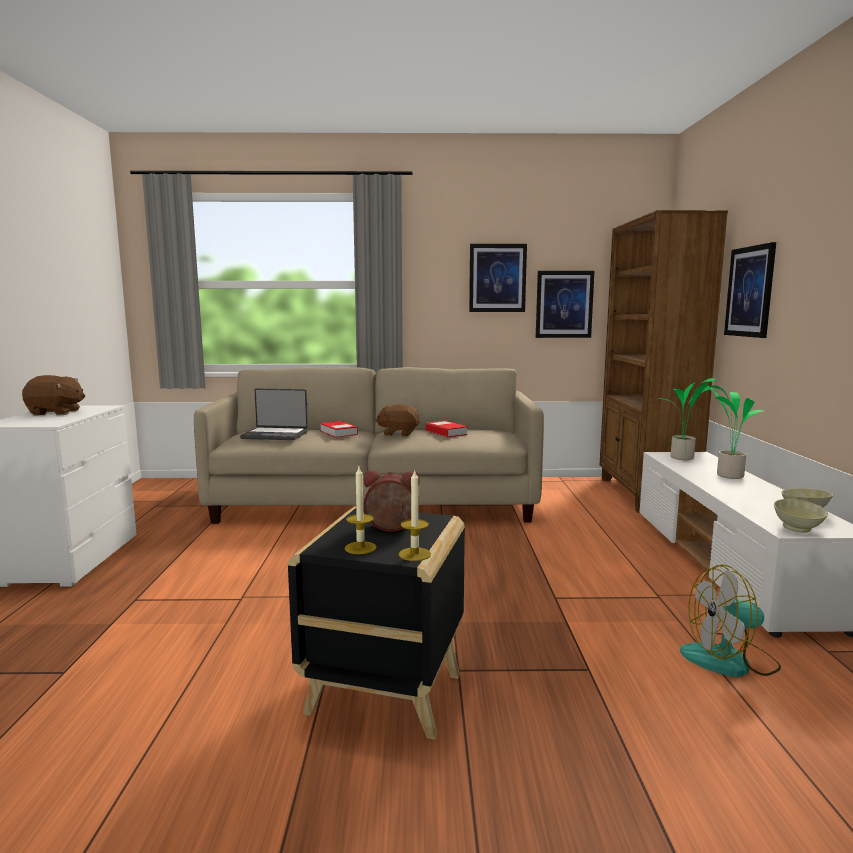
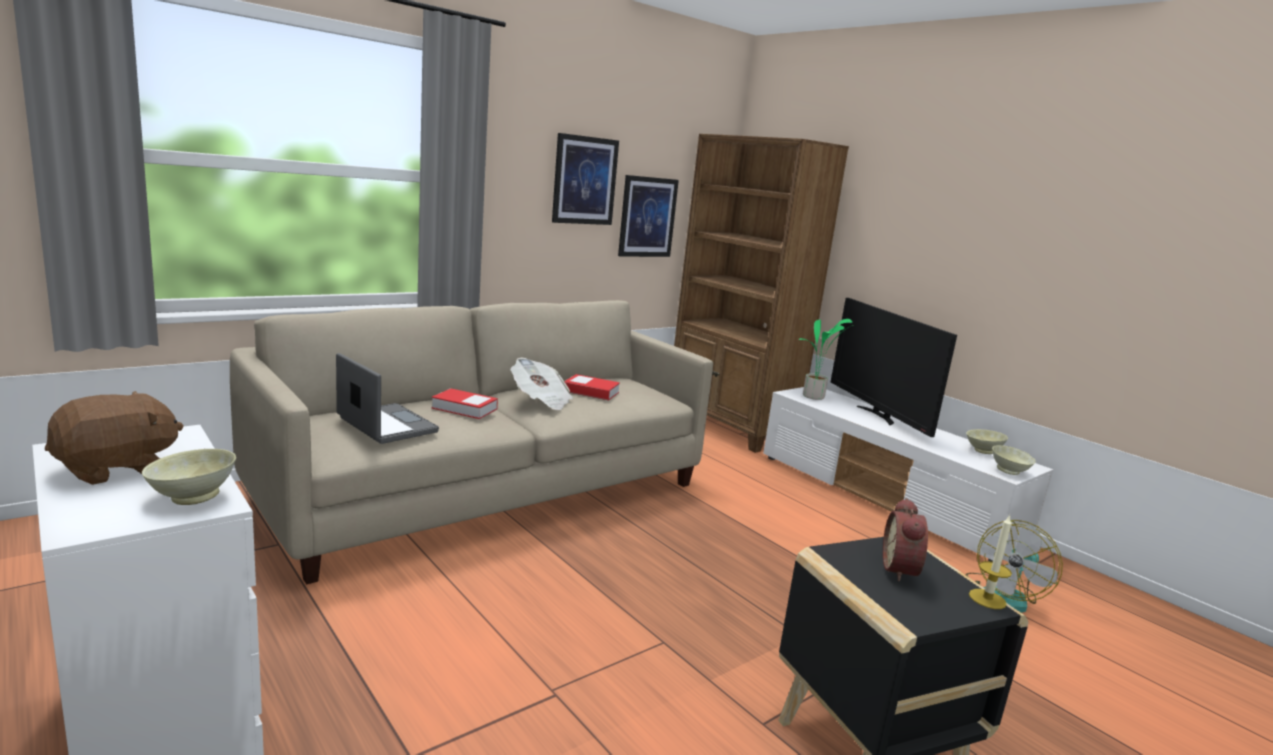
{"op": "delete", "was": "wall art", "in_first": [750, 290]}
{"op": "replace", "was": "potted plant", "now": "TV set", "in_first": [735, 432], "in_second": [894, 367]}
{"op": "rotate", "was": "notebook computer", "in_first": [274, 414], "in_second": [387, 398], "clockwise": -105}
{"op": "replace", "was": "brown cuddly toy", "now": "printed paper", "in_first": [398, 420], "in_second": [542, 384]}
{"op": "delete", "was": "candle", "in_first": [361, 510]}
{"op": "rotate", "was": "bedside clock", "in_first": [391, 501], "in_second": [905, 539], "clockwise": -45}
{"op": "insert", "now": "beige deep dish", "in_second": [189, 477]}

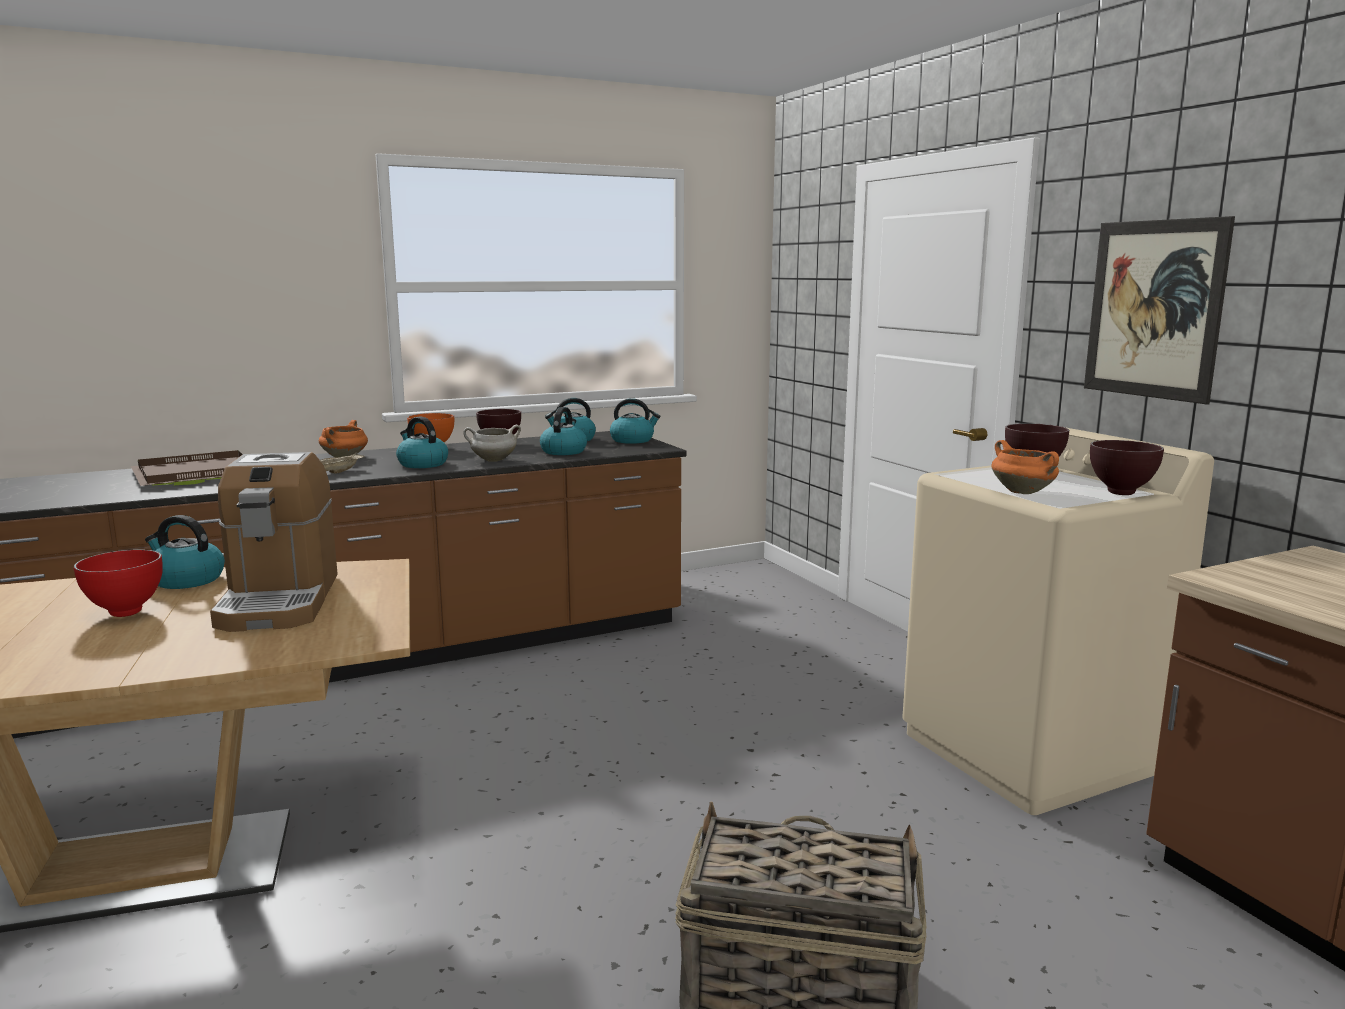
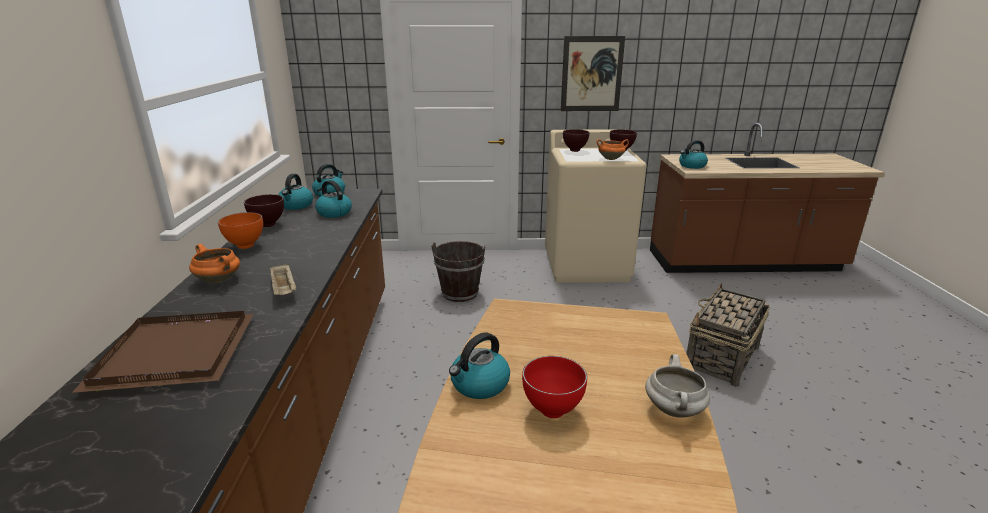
{"op": "move", "was": "water kettle", "in_first": [422, 442], "in_second": [693, 154]}
{"op": "move", "was": "white-coloured saucepot", "in_first": [492, 443], "in_second": [677, 386]}
{"op": "delete", "was": "coffee brewer", "in_first": [274, 542]}
{"op": "insert", "now": "brown water bucket", "in_second": [458, 271]}

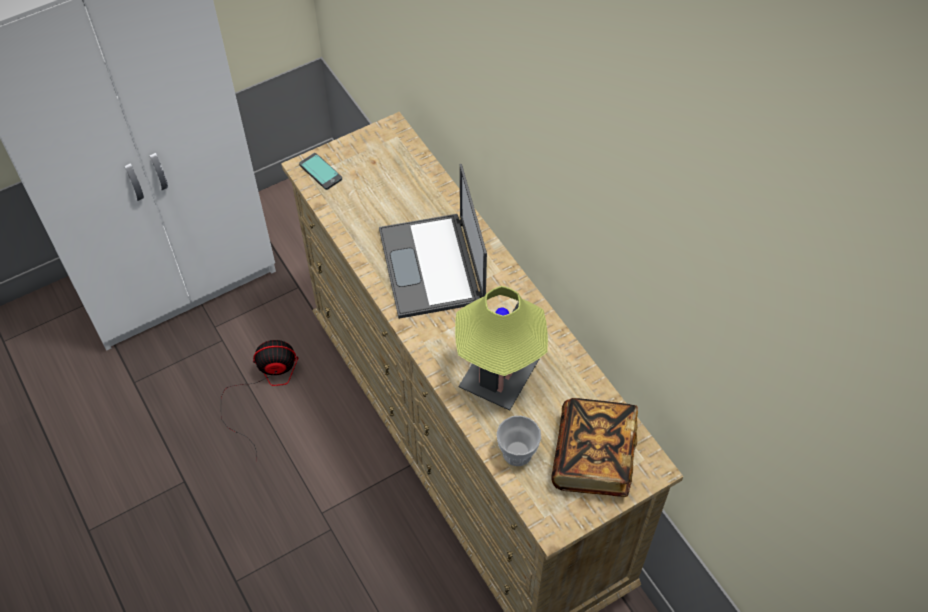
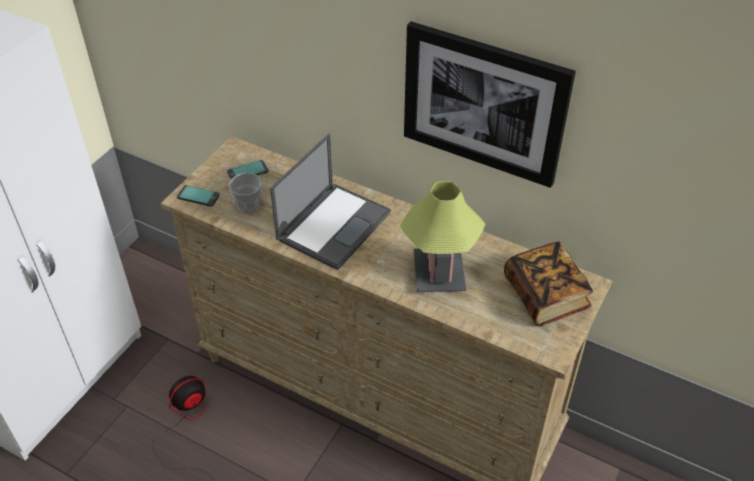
{"op": "rotate", "was": "notebook computer", "in_first": [433, 241], "in_second": [330, 202], "clockwise": -105}
{"op": "move", "was": "cup", "in_first": [519, 441], "in_second": [245, 193]}
{"op": "insert", "now": "wall art", "in_second": [490, 104]}
{"op": "insert", "now": "handset", "in_second": [248, 169]}

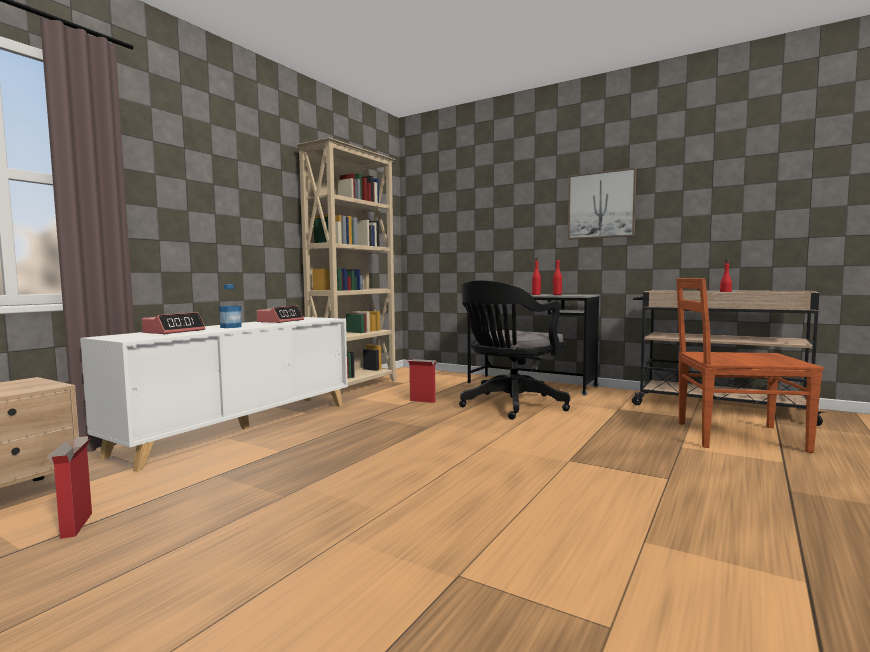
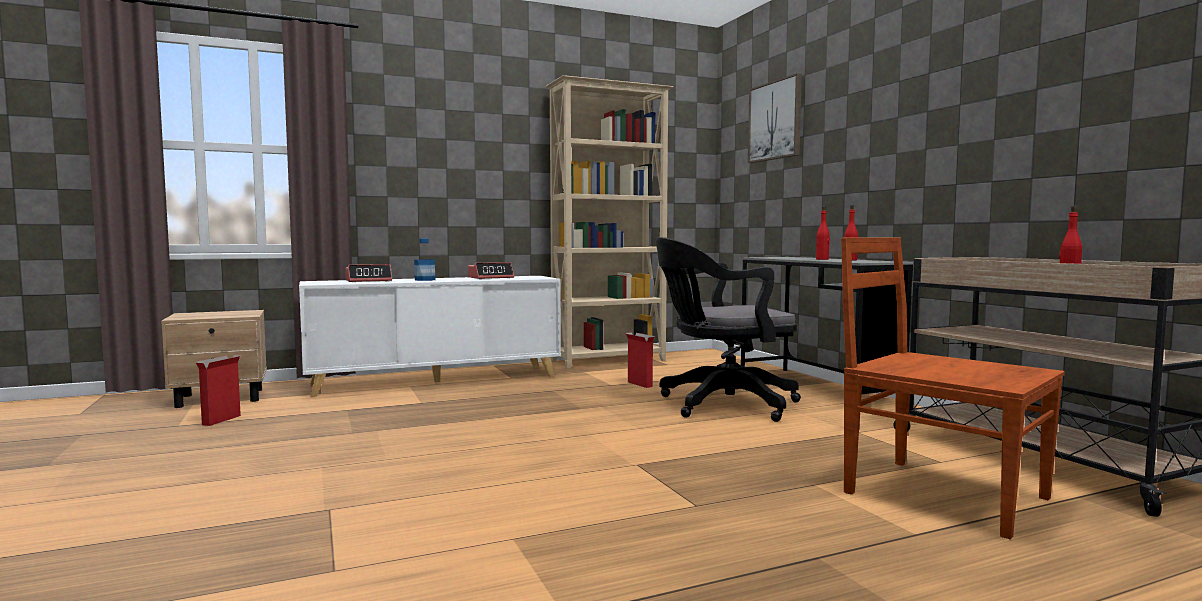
{"op": "move", "was": "wall art", "in_first": [602, 204], "in_second": [775, 118]}

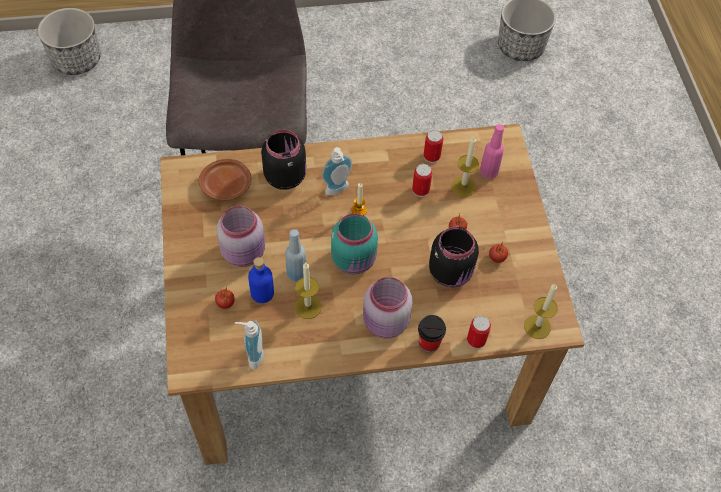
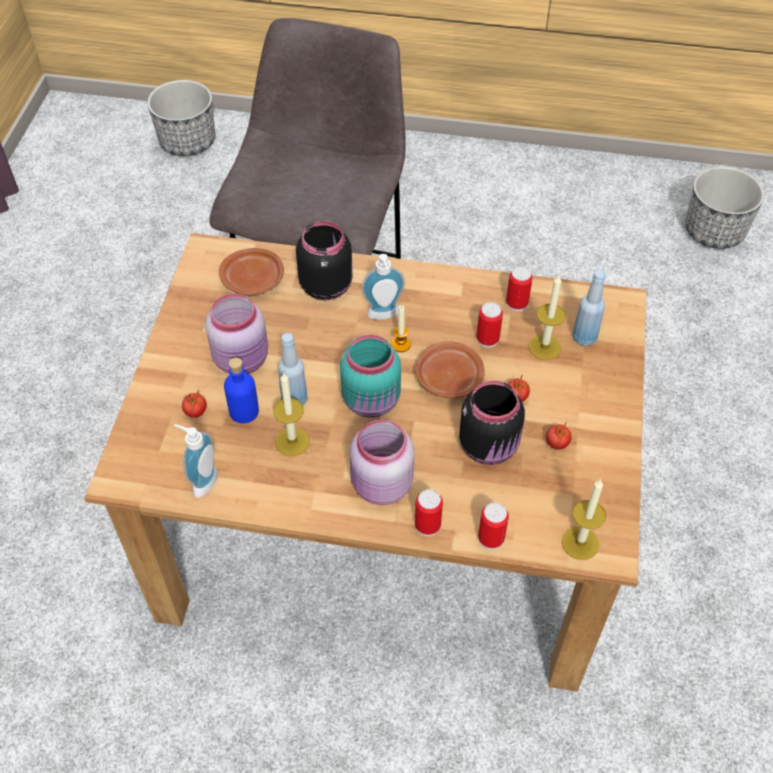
{"op": "recolor", "was": "pink bottle", "now": "blue bottle", "in_first": [492, 151], "in_second": [589, 308]}
{"op": "replace", "was": "cup", "now": "can", "in_first": [432, 334], "in_second": [429, 512]}
{"op": "insert", "now": "brown plate", "in_second": [450, 369]}

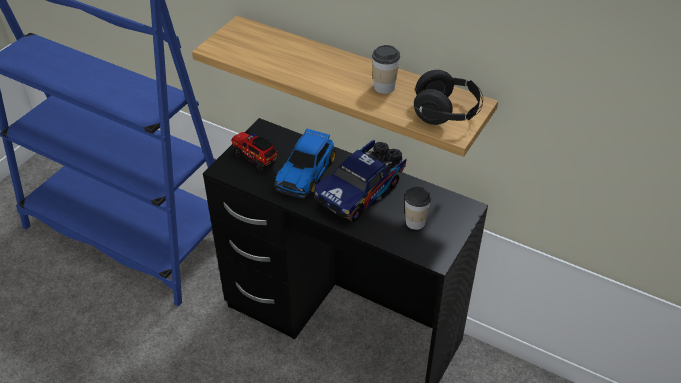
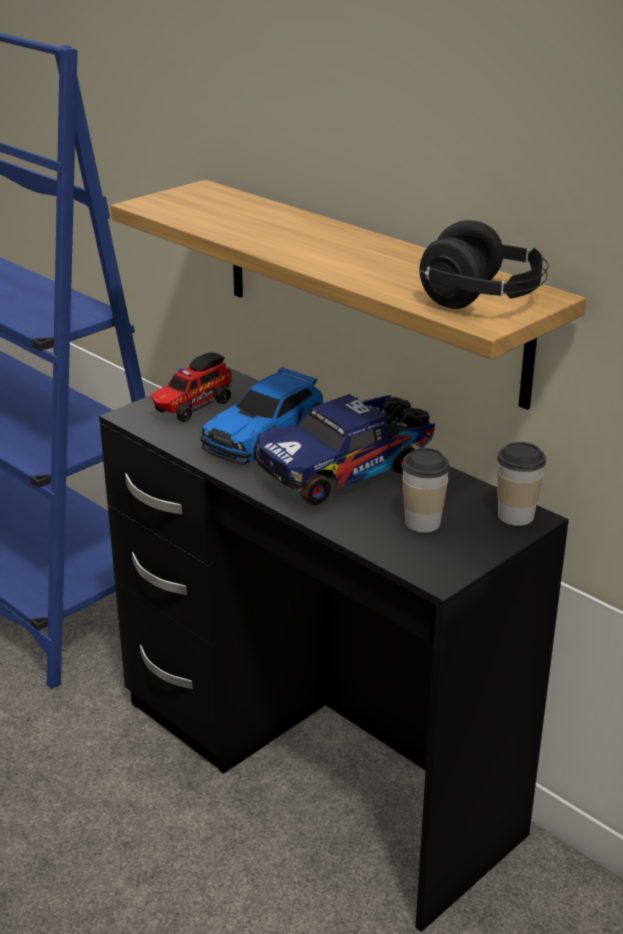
{"op": "move", "was": "cup", "in_first": [386, 69], "in_second": [521, 484]}
{"op": "rotate", "was": "toy truck", "in_first": [254, 151], "in_second": [191, 387], "clockwise": -105}

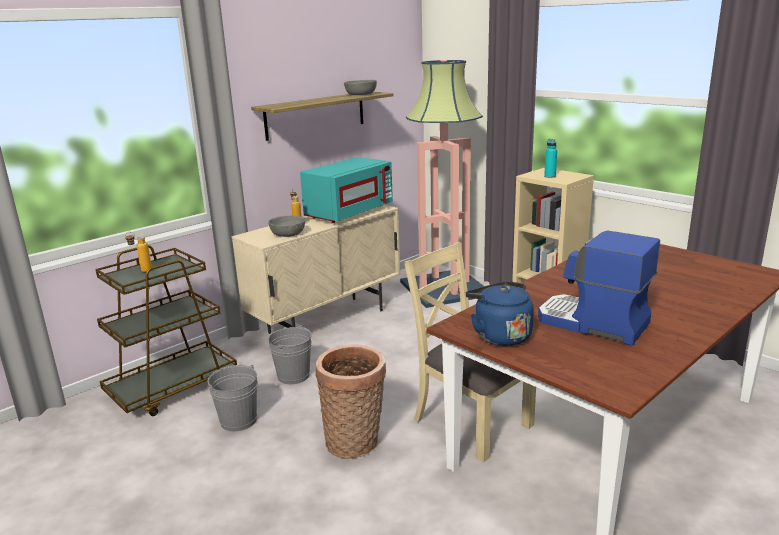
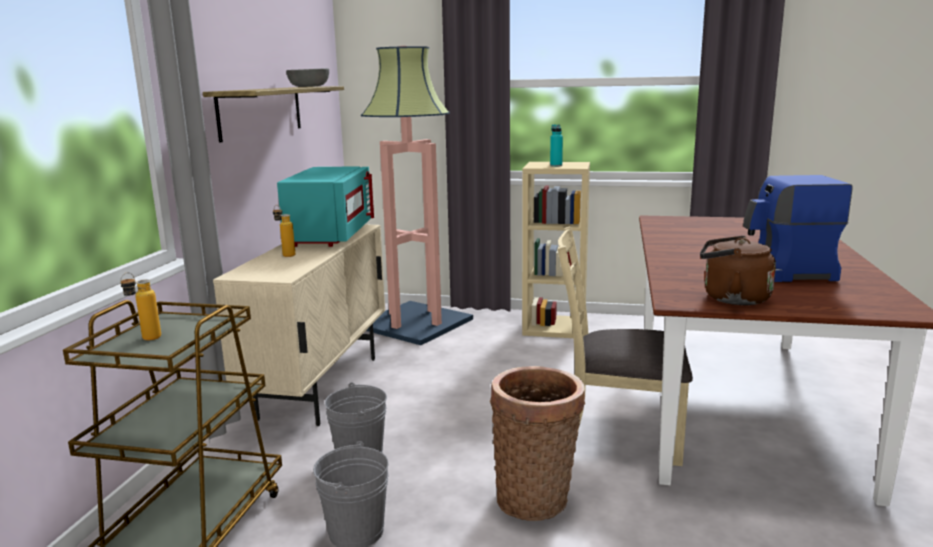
{"op": "delete", "was": "grey deep dish", "in_first": [286, 226]}
{"op": "recolor", "was": "blue water kettle", "now": "brown water kettle", "in_first": [500, 313], "in_second": [738, 270]}

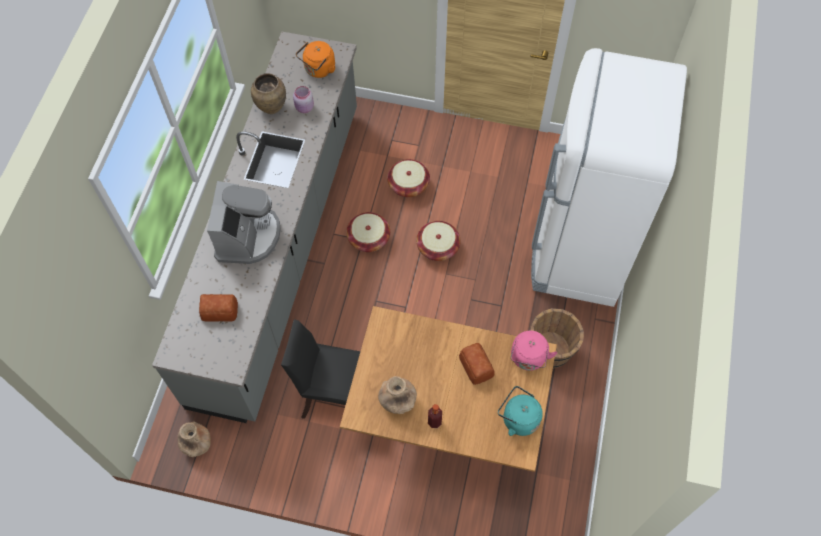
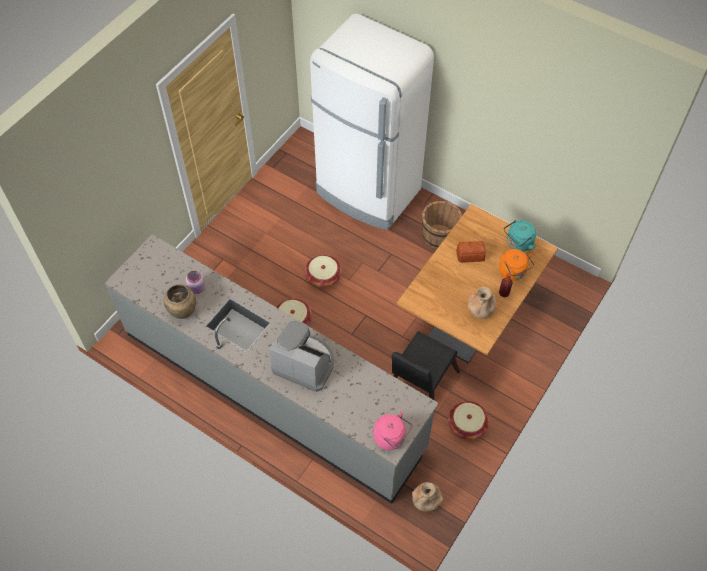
{"op": "move", "was": "orange-coloured water kettle", "in_first": [316, 59], "in_second": [516, 265]}
{"op": "move", "was": "household basket", "in_first": [408, 178], "in_second": [468, 420]}
{"op": "delete", "was": "baked bread", "in_first": [218, 308]}
{"op": "move", "was": "pink water kettle", "in_first": [534, 350], "in_second": [392, 430]}

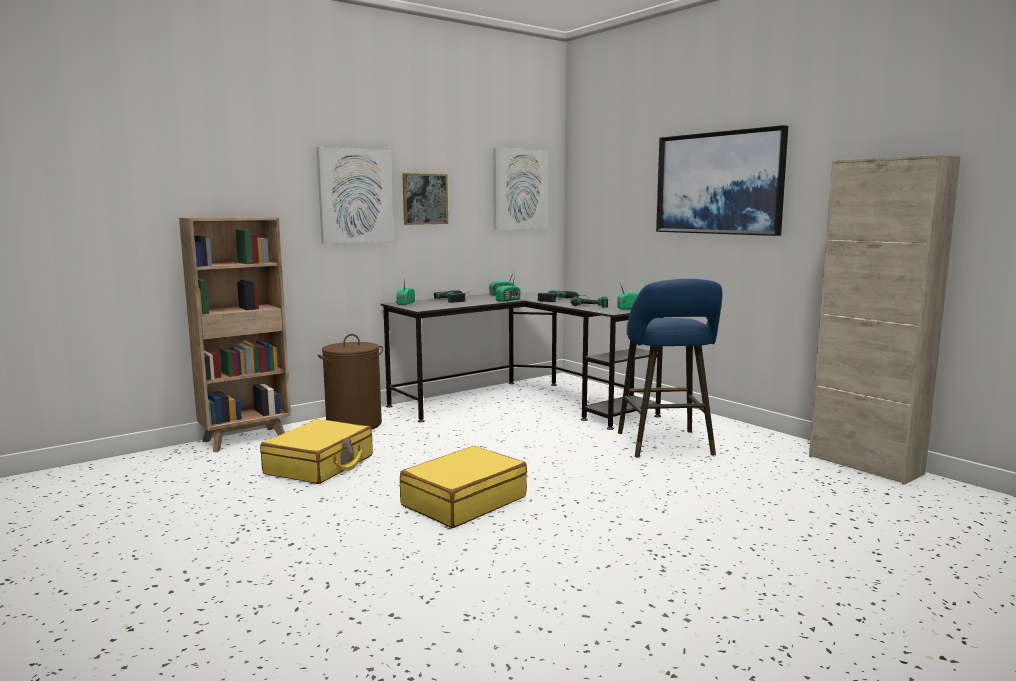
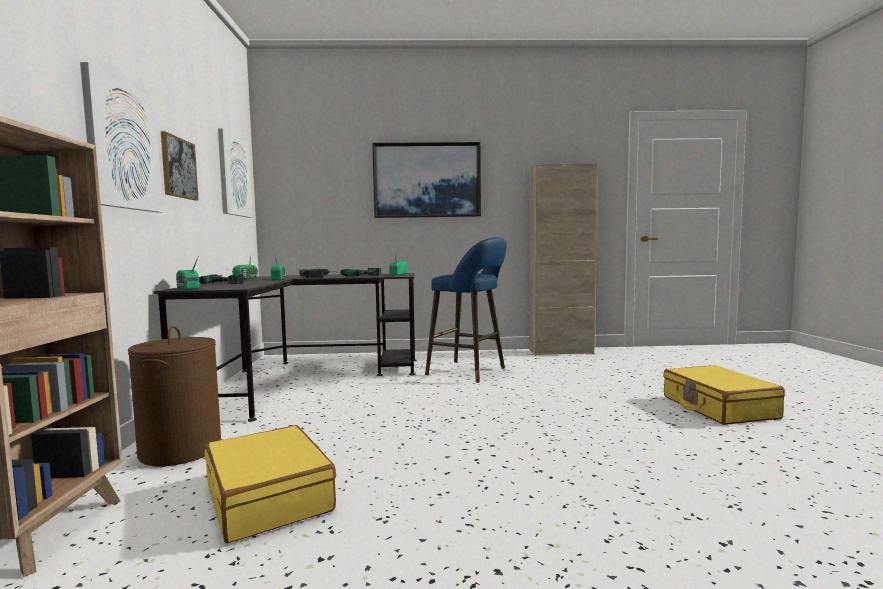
{"op": "move", "was": "yellowish suitcase", "in_first": [463, 487], "in_second": [724, 395]}

